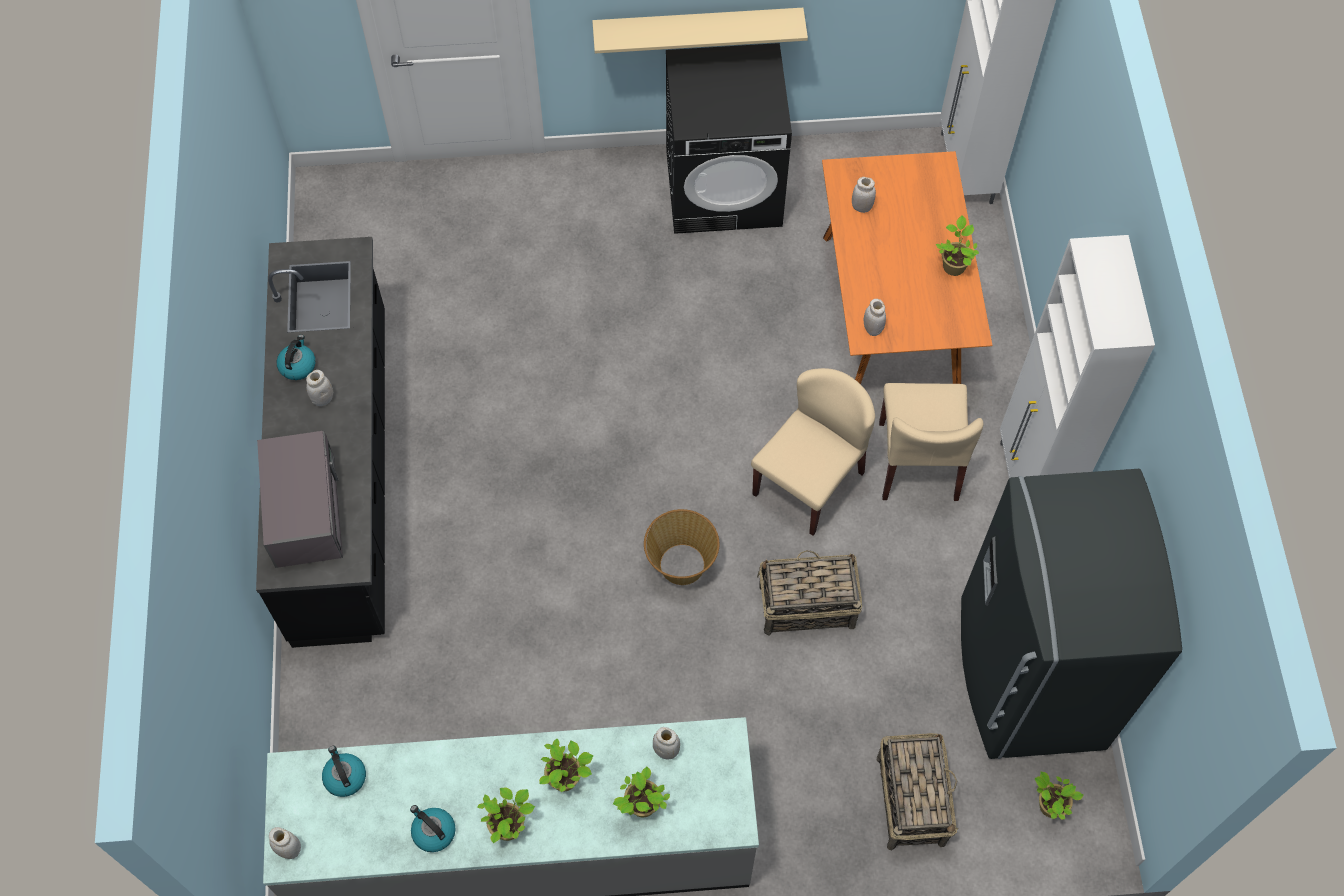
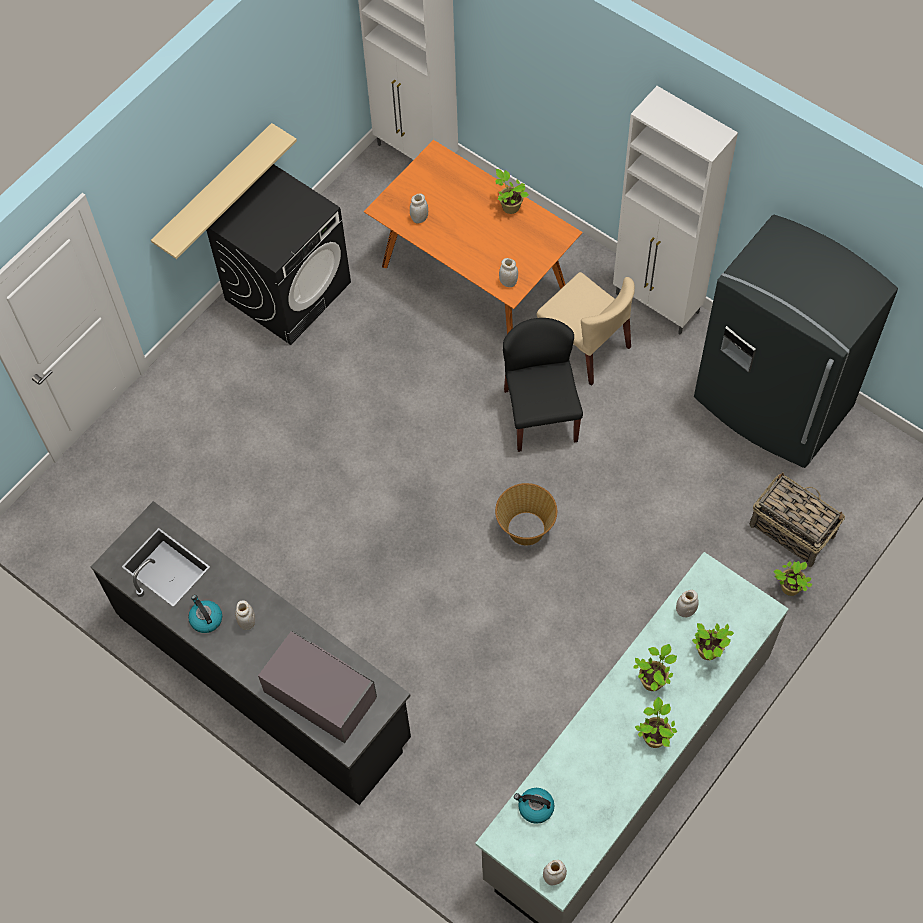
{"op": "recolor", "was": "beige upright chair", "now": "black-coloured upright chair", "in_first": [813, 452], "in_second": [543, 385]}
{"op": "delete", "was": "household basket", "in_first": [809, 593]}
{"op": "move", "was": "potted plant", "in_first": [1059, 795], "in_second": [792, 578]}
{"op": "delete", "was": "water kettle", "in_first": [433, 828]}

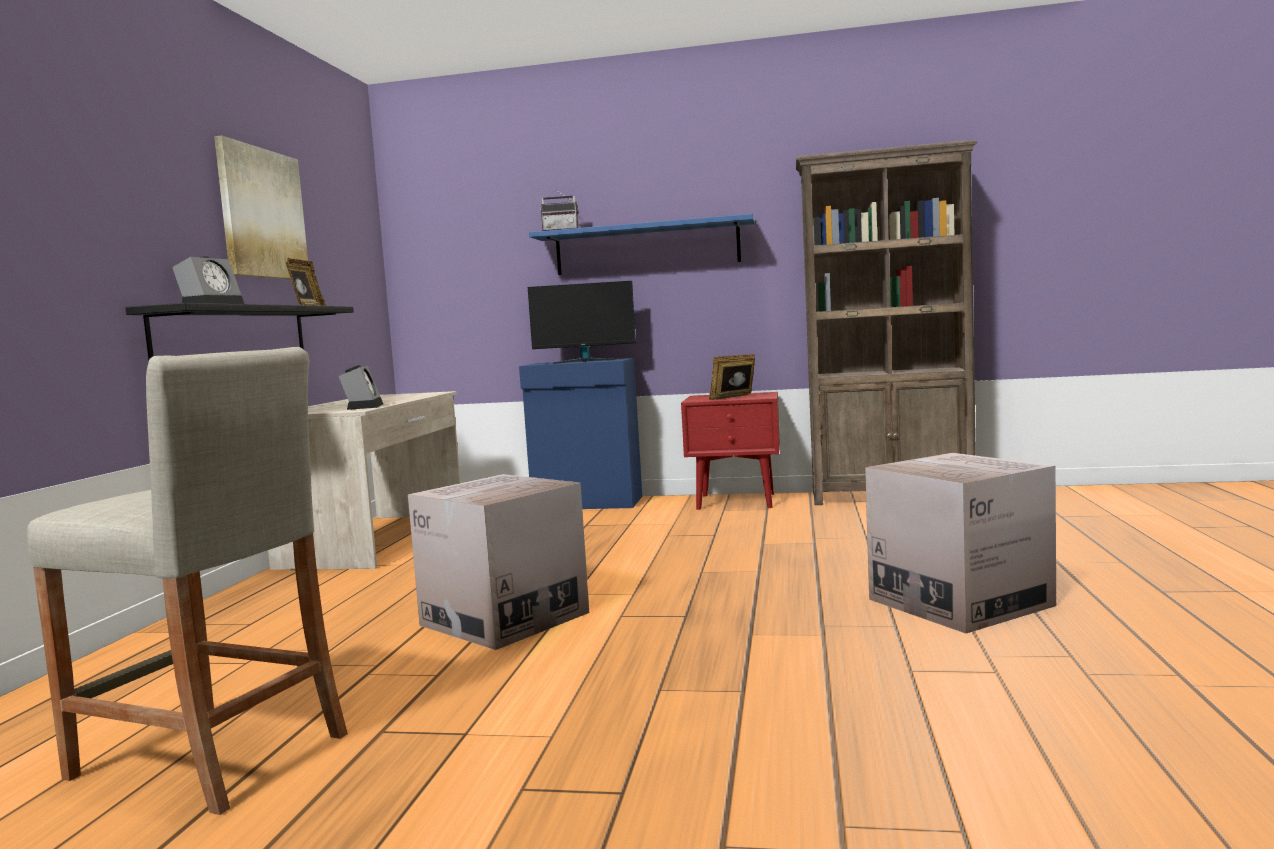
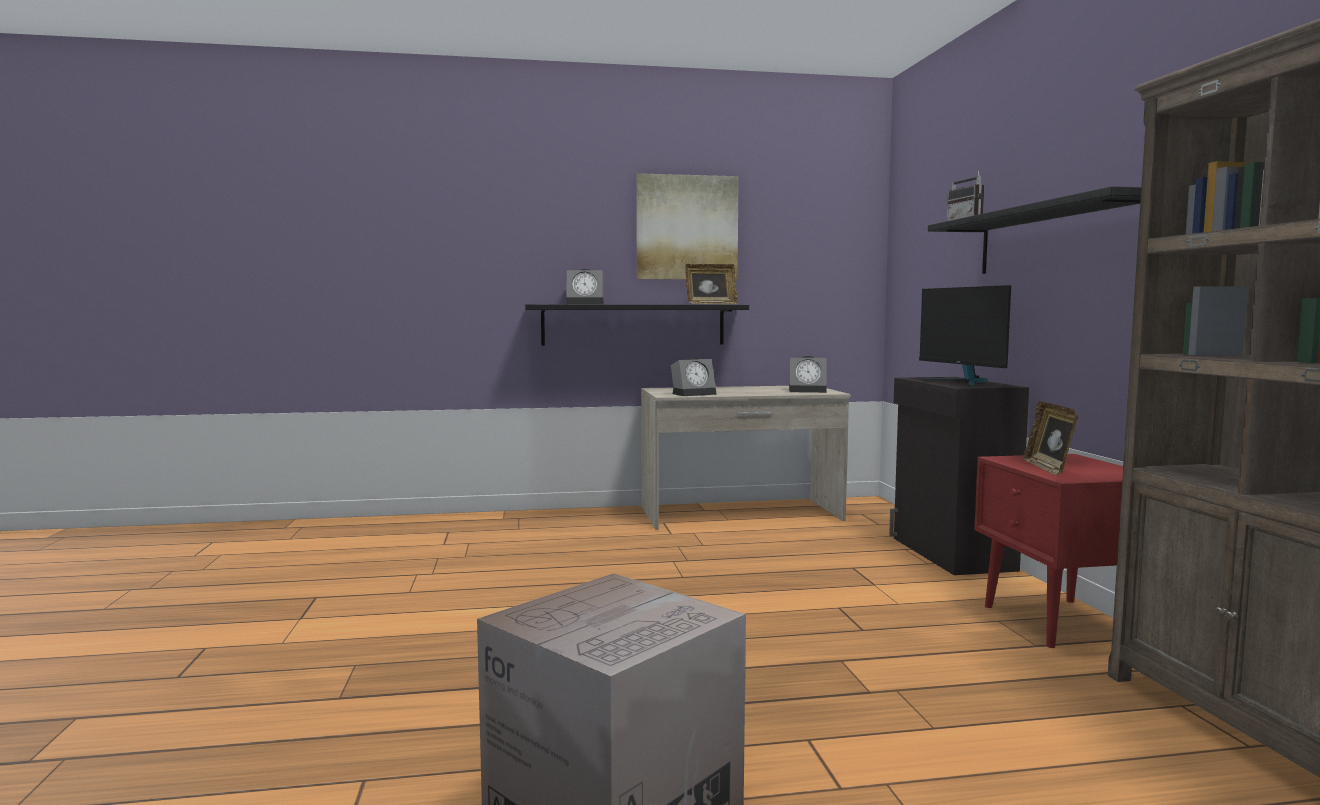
{"op": "recolor", "was": "blue wall shelf", "now": "black-coloured wall shelf", "in_first": [642, 244], "in_second": [1034, 230]}
{"op": "delete", "was": "beige stool", "in_first": [187, 581]}
{"op": "rotate", "was": "picture frame", "in_first": [732, 377], "in_second": [1050, 438], "clockwise": -120}
{"op": "recolor", "was": "blue storage cabinet", "now": "black-coloured storage cabinet", "in_first": [580, 433], "in_second": [959, 476]}
{"op": "delete", "was": "carton", "in_first": [498, 562]}
{"op": "insert", "now": "bedside clock", "in_second": [808, 374]}

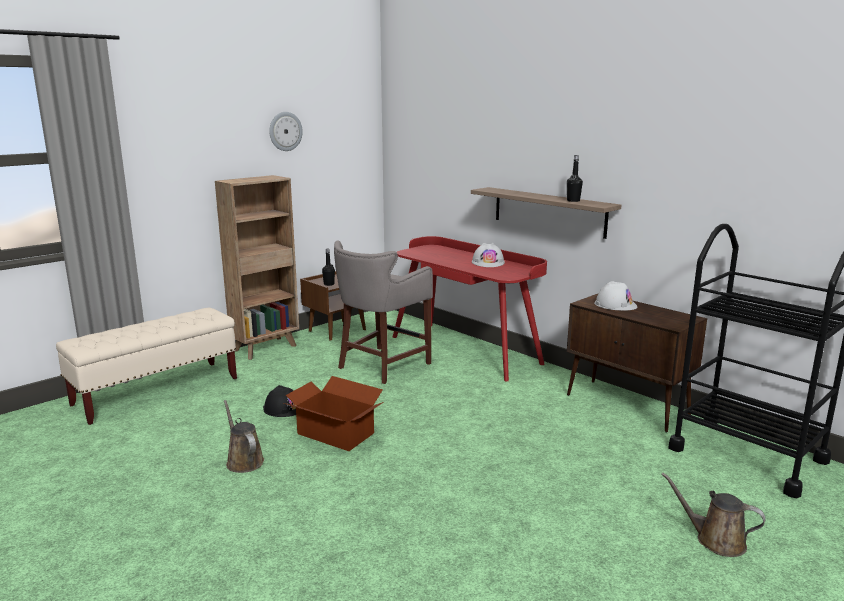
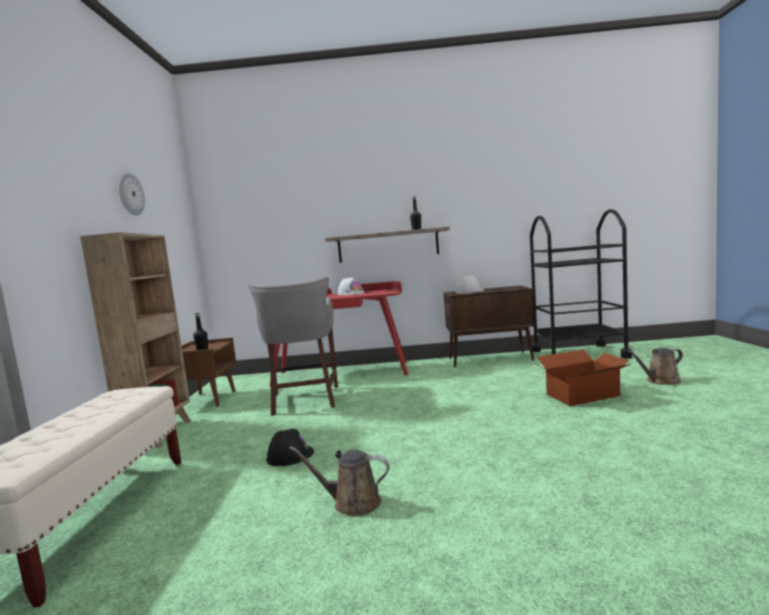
{"op": "move", "was": "carton", "in_first": [333, 413], "in_second": [583, 377]}

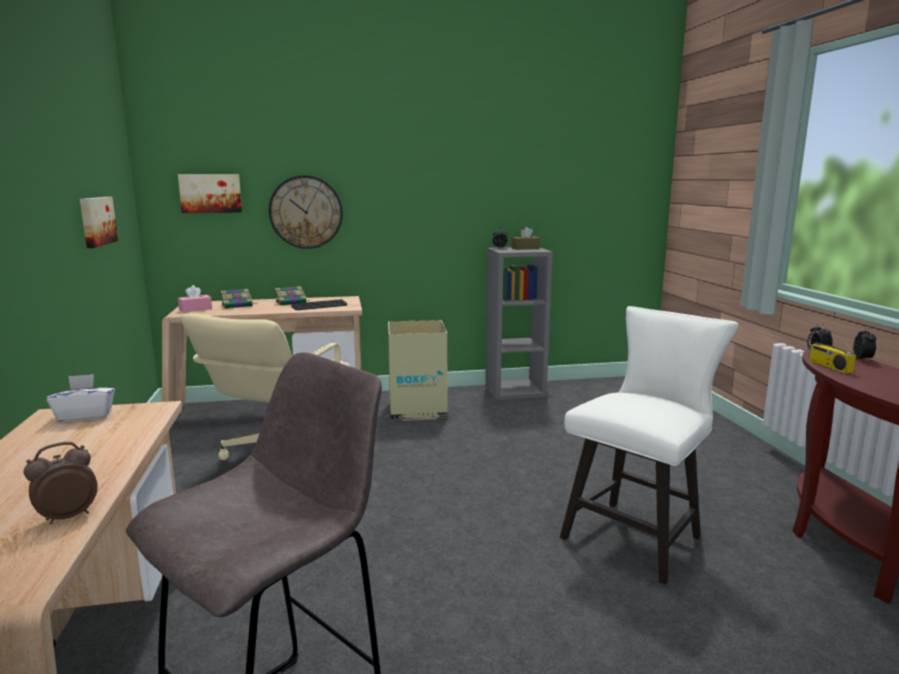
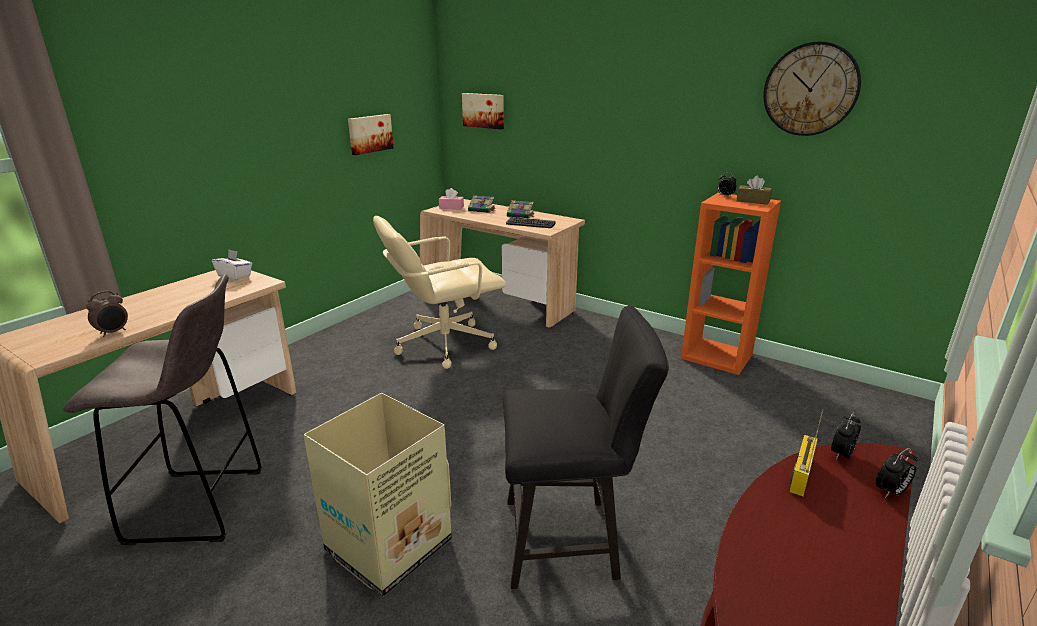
{"op": "move", "was": "clock on the wall", "in_first": [306, 212], "in_second": [812, 88]}
{"op": "recolor", "was": "grey bookshelf", "now": "orange-coloured bookshelf", "in_first": [519, 323], "in_second": [731, 284]}
{"op": "recolor", "was": "white-coloured upright chair", "now": "black-coloured upright chair", "in_first": [649, 445], "in_second": [586, 447]}
{"op": "move", "was": "carton", "in_first": [417, 370], "in_second": [378, 495]}
{"op": "rotate", "was": "bedside clock", "in_first": [60, 483], "in_second": [107, 314], "clockwise": 120}

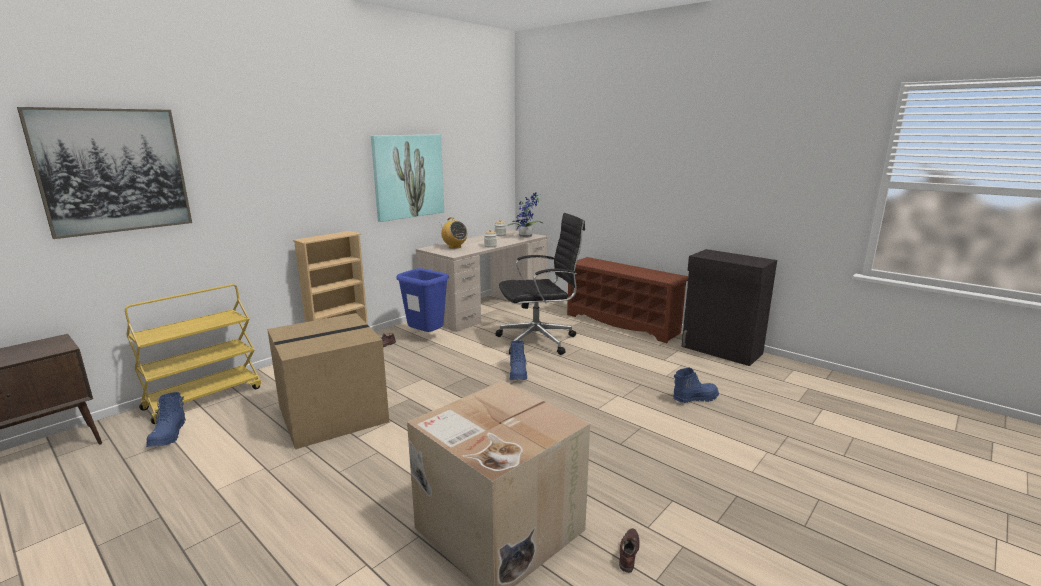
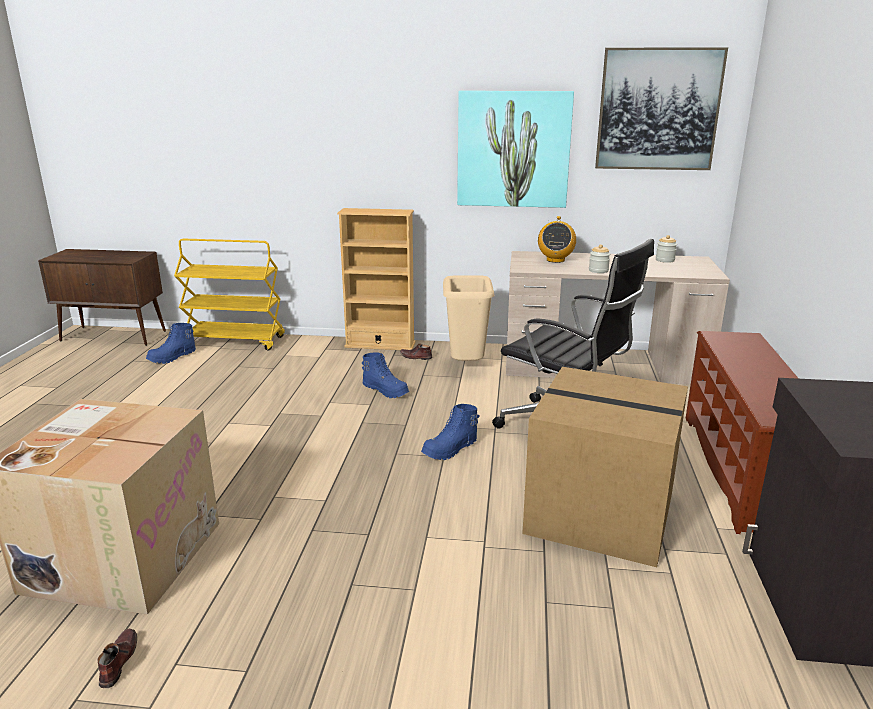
{"op": "move", "was": "wall art", "in_first": [104, 173], "in_second": [661, 108]}
{"op": "delete", "was": "potted plant", "in_first": [525, 215]}
{"op": "recolor", "was": "blue rubbish bin", "now": "beige rubbish bin", "in_first": [422, 300], "in_second": [468, 318]}
{"op": "move", "was": "carton", "in_first": [328, 381], "in_second": [605, 467]}
{"op": "move", "was": "blue tall boot", "in_first": [696, 385], "in_second": [385, 375]}
{"op": "rotate", "was": "brown item of footwear", "in_first": [629, 550], "in_second": [117, 658], "clockwise": -75}

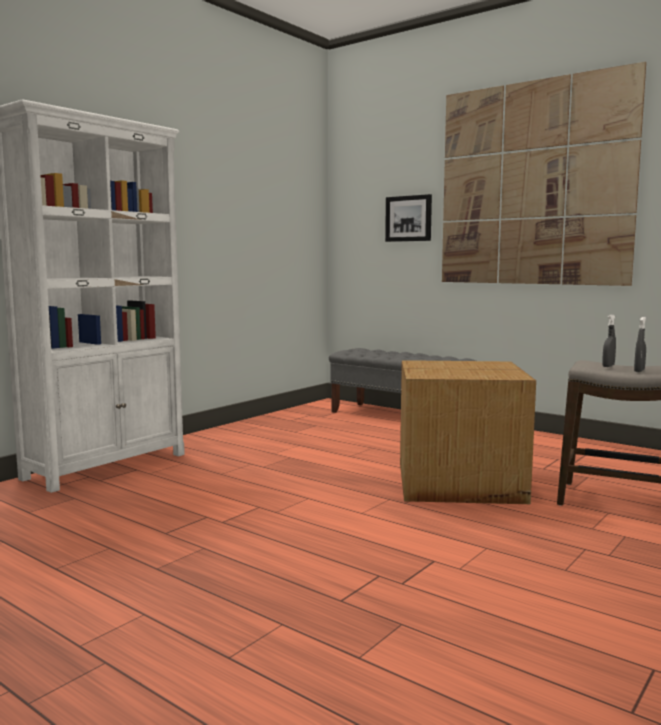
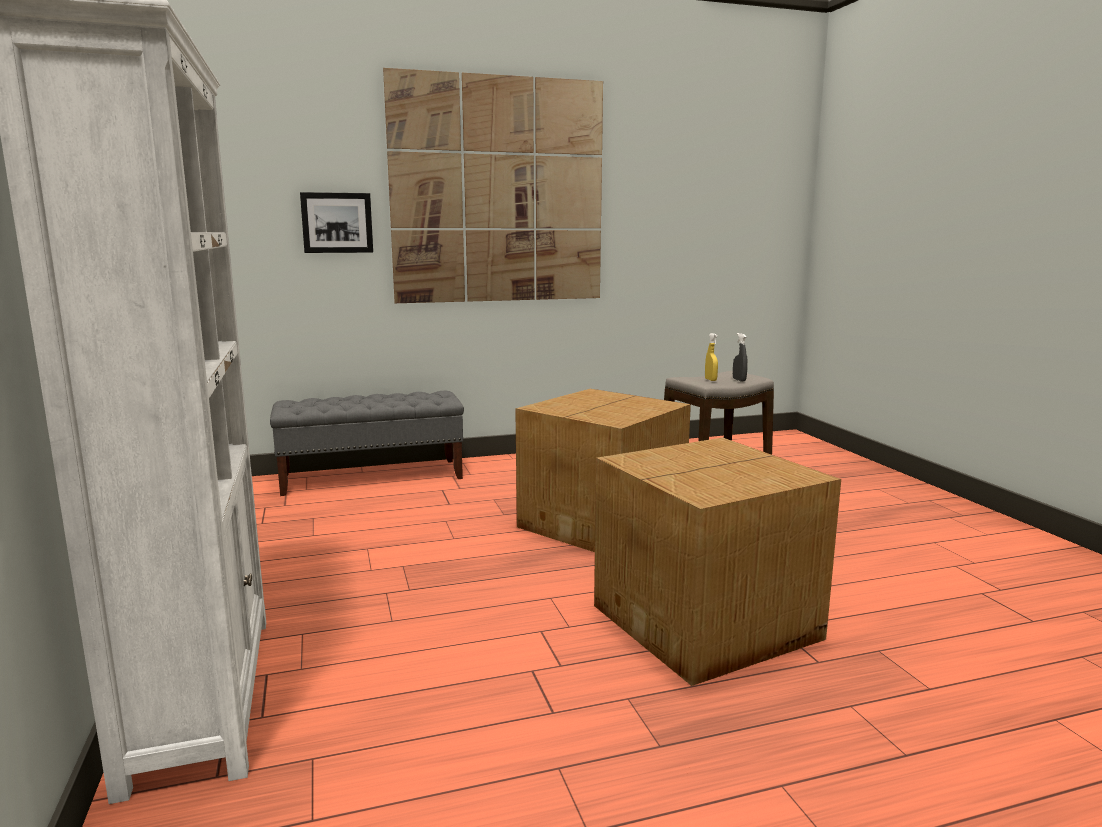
{"op": "recolor", "was": "grey sprayer", "now": "yellowish sprayer", "in_first": [609, 340], "in_second": [711, 357]}
{"op": "insert", "now": "carton", "in_second": [717, 562]}

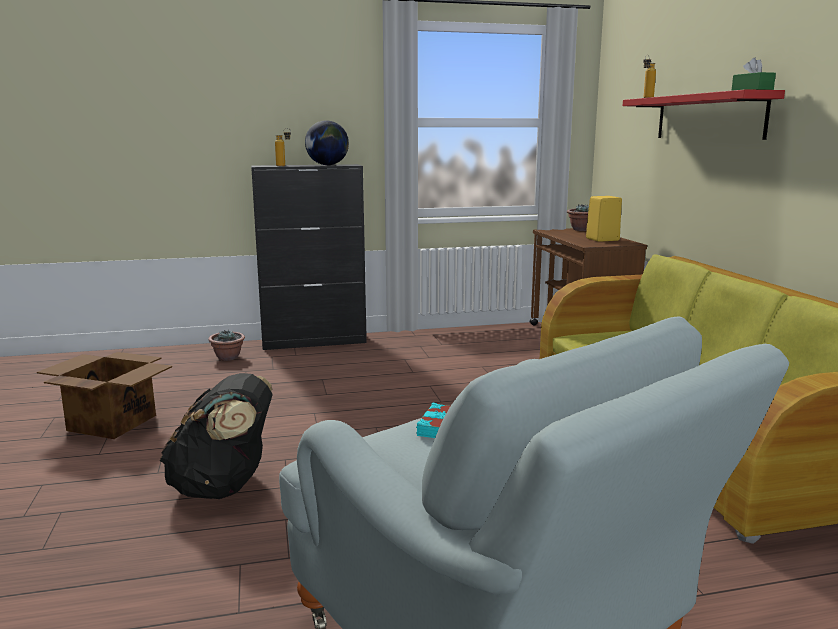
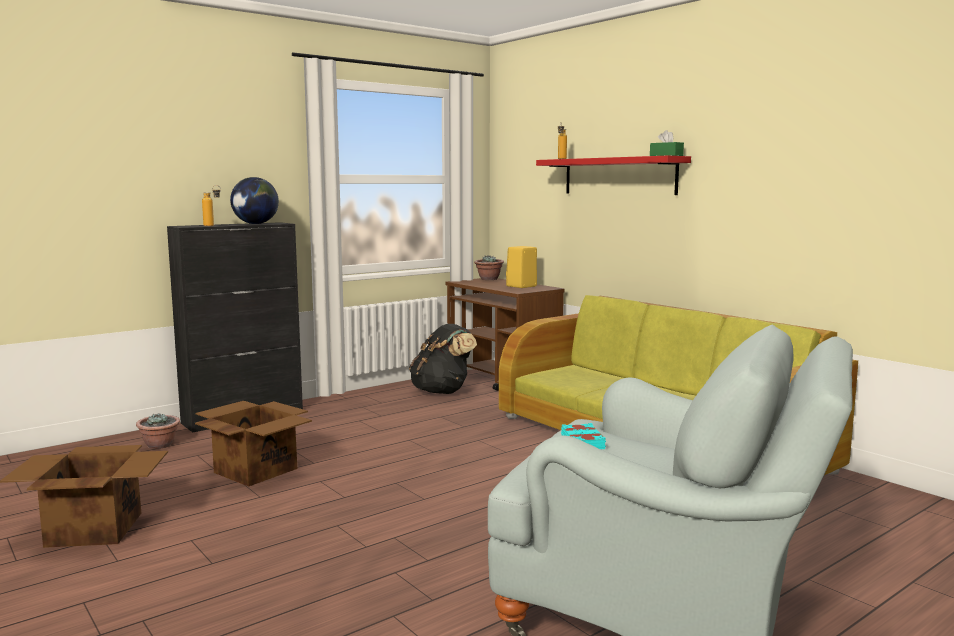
{"op": "move", "was": "black-coloured rucksack", "in_first": [216, 436], "in_second": [443, 359]}
{"op": "insert", "now": "carton", "in_second": [253, 444]}

